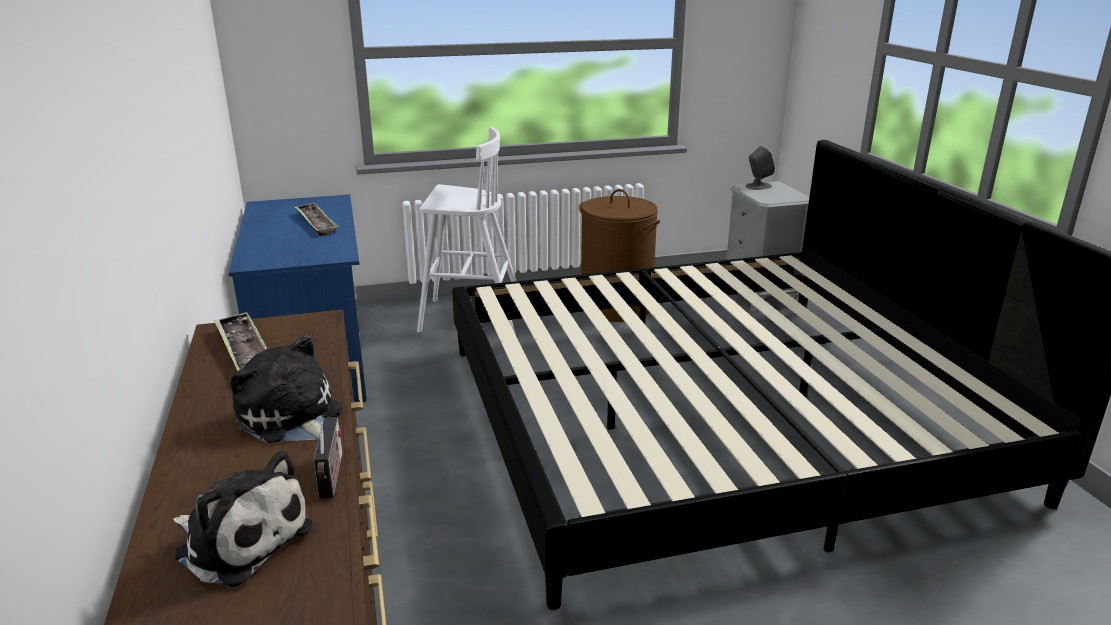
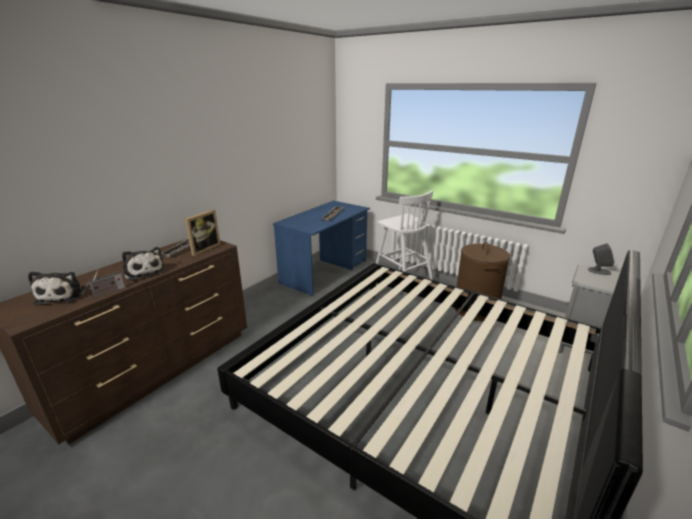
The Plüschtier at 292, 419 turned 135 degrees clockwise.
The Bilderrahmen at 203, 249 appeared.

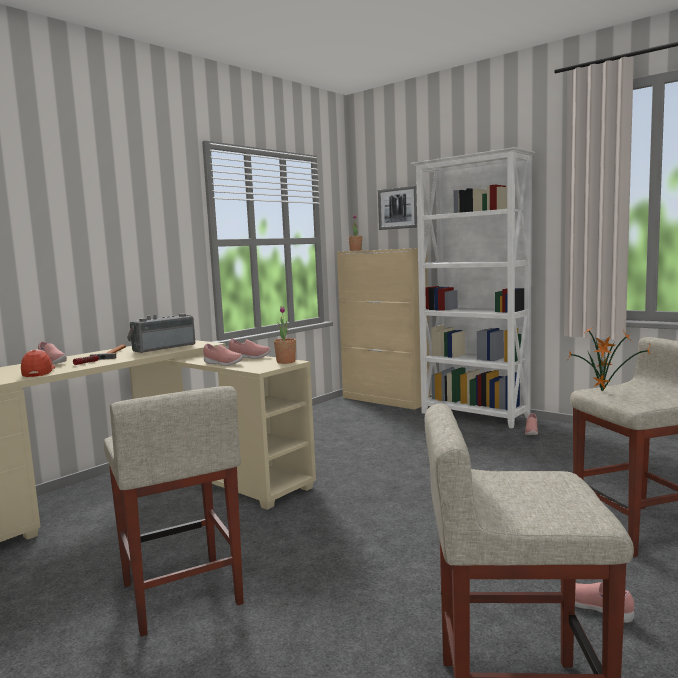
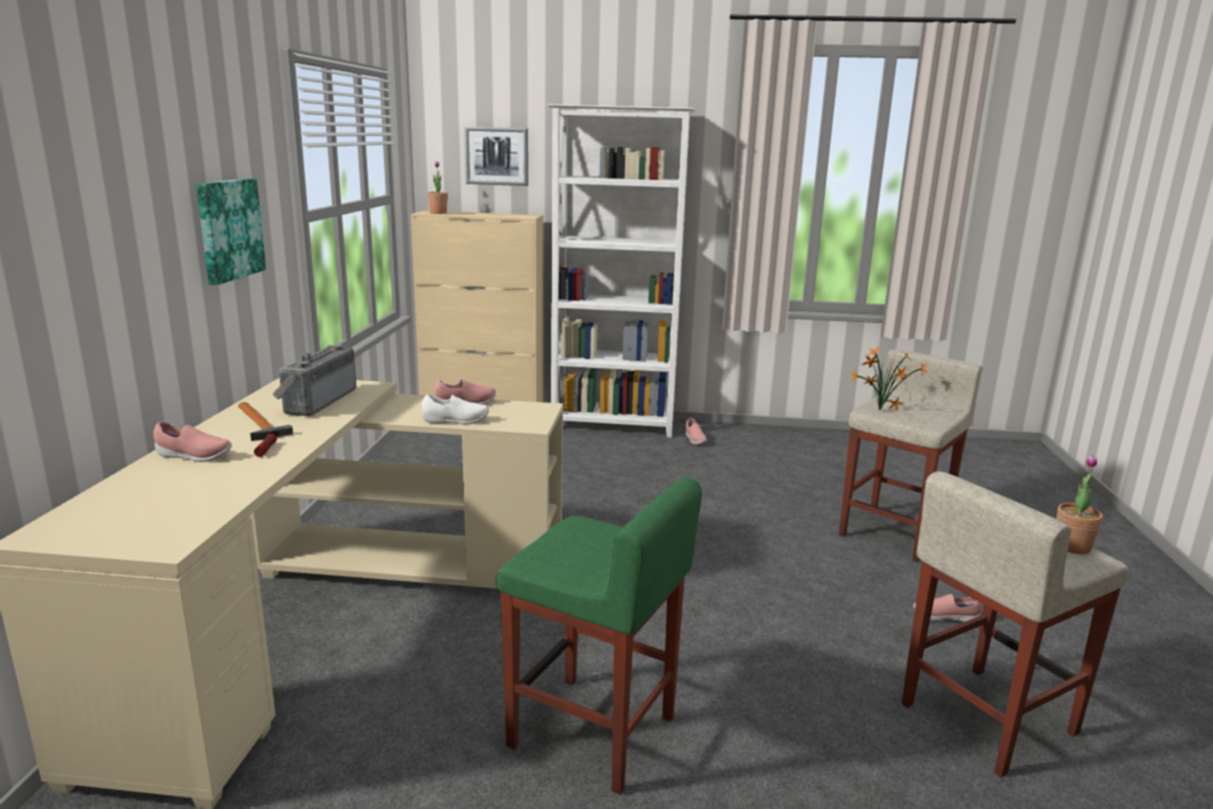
The Bild at 228, 229 appeared.
The Schuh [rosa] at 222, 364 became the Schuh [weiß] at 455, 421.
The Hocker [beige] at 181, 594 became the Hocker [grün] at 594, 733.
The Topfpflanze moved from 286, 362 to 1072, 547.
The Kappe at 38, 372 disappeared.

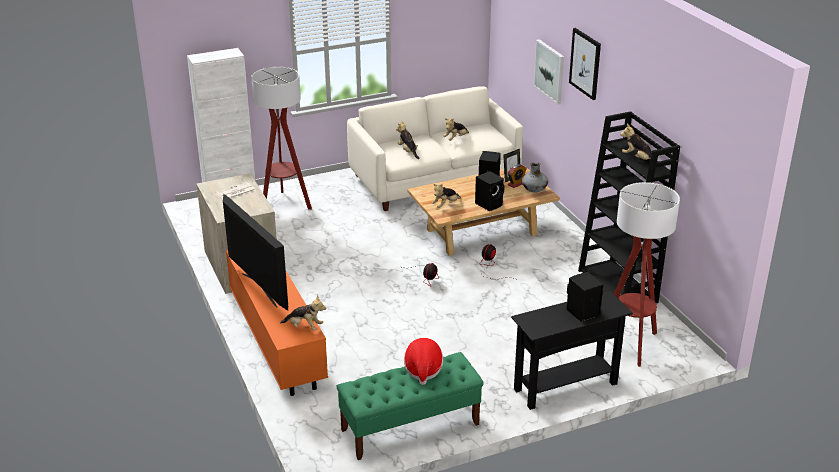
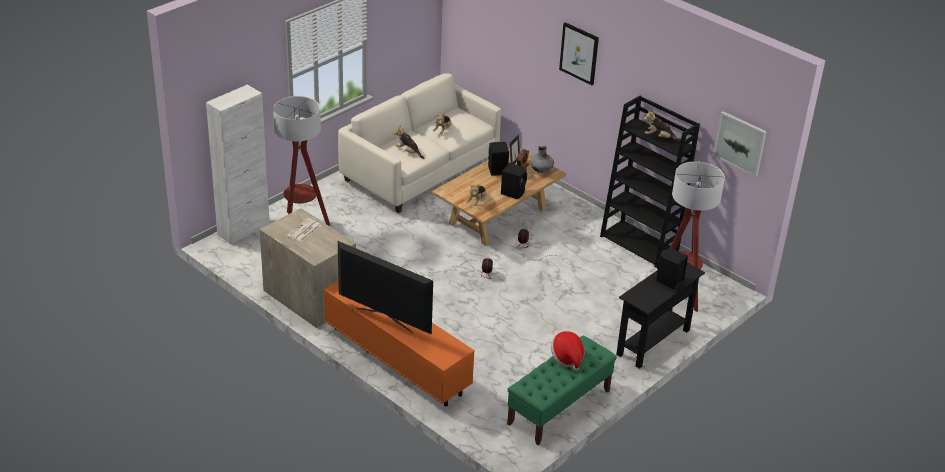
The Bild moved from 550, 71 to 740, 143.
The Plüschtier at 304, 327 disappeared.

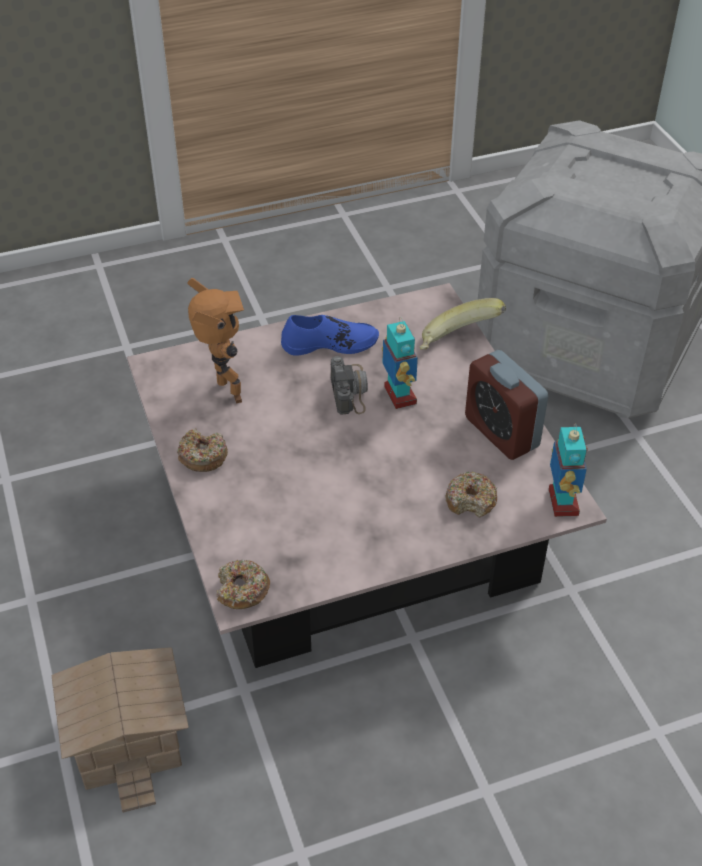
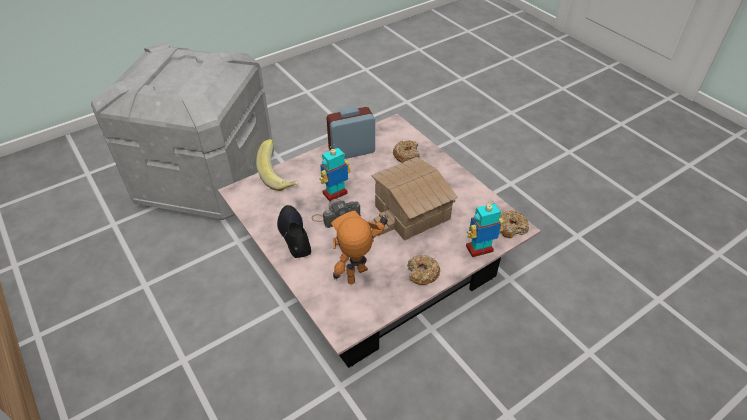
The Schuh [blau] at 330, 344 became the Schuh [schwarz] at 294, 235.
The Wecker at 501, 432 turned 150 degrees counterclockwise.
The Spielzeughaus moved from 124, 737 to 413, 213.
The Spielzeugroboter moved from 562, 502 to 479, 249.

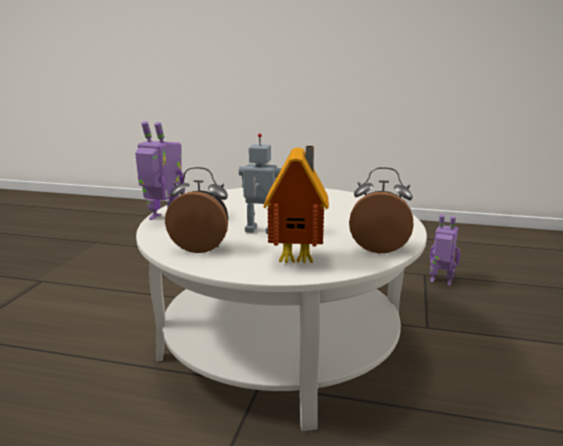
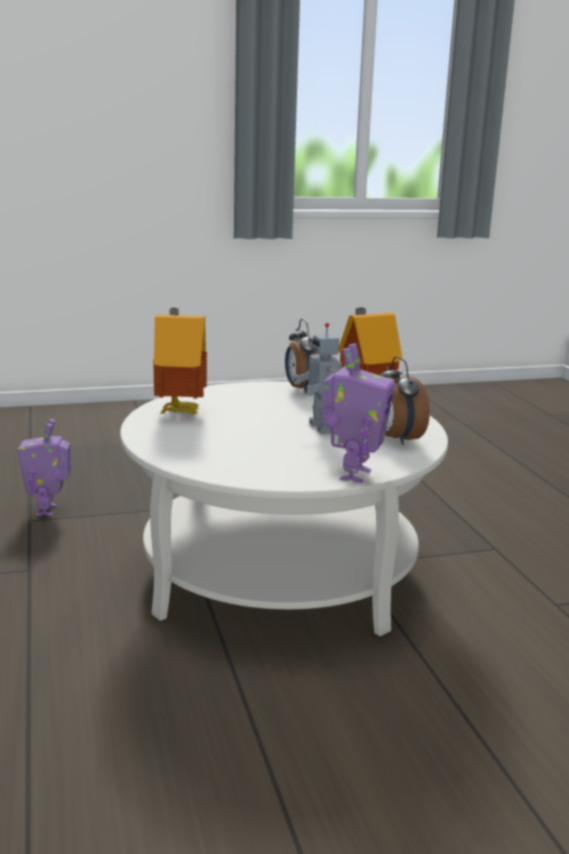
The Spielzeughaus at 180, 411 appeared.
The Spielzeugroboter at 163, 219 turned 150 degrees counterclockwise.

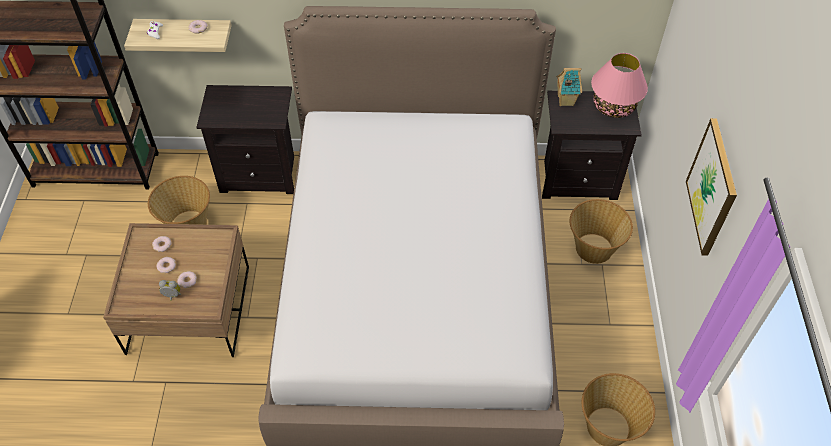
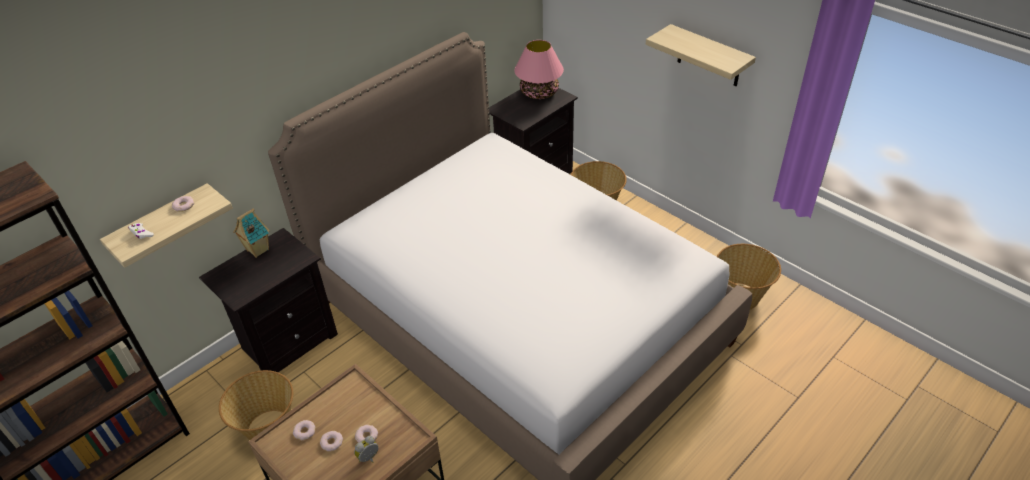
The Spielzeughaus moved from 565, 100 to 257, 250.
The Bild at 712, 187 was replaced by the Wandregal at 709, 56.

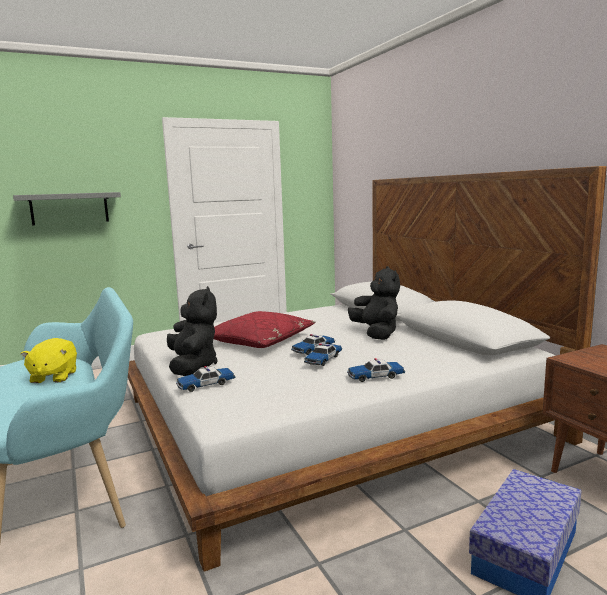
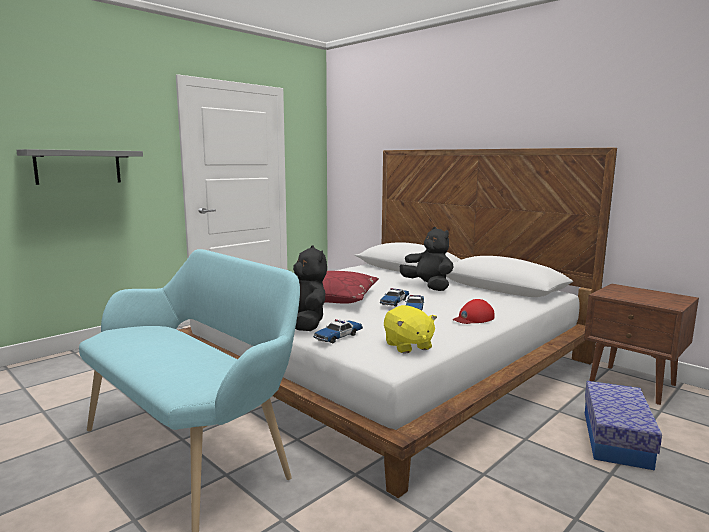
The Plüschtier [gelb] moved from 53, 377 to 407, 346.
The Spielzeugauto at 375, 376 was replaced by the Kappe [rot] at 473, 318.

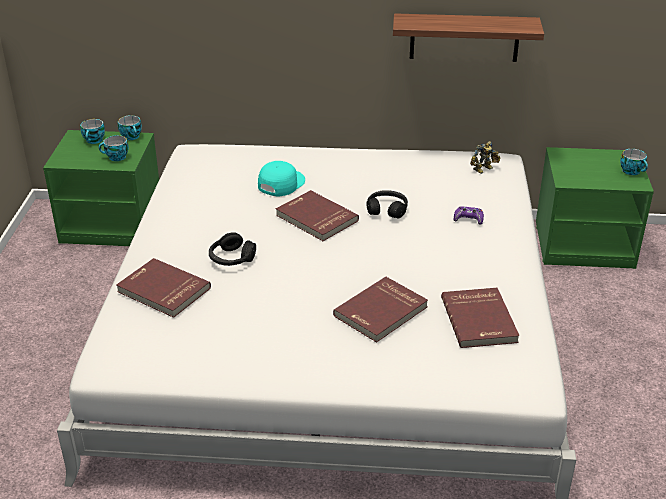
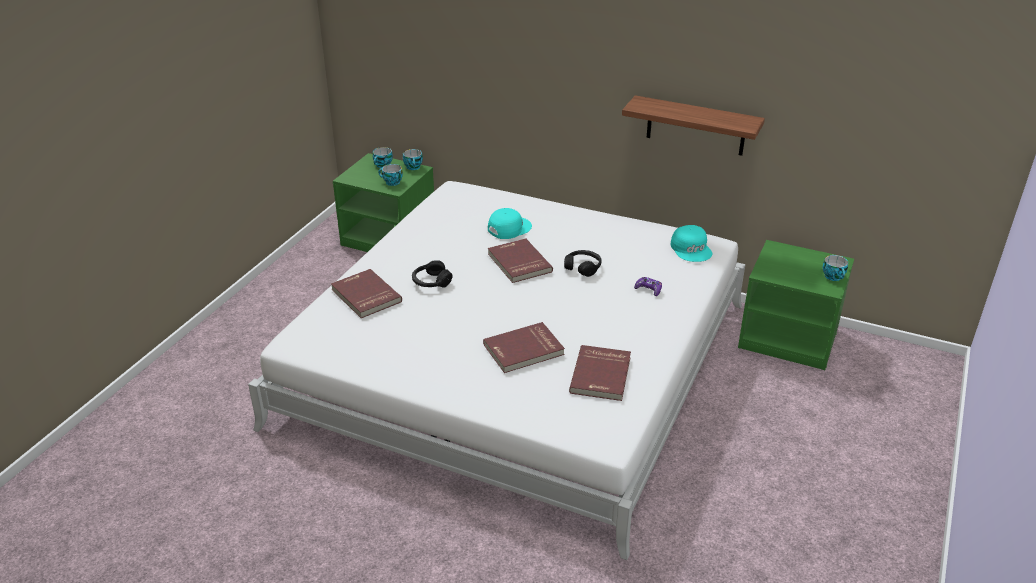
The Spielzeugroboter at 484, 169 was replaced by the Kappe [türkis] at 691, 249.

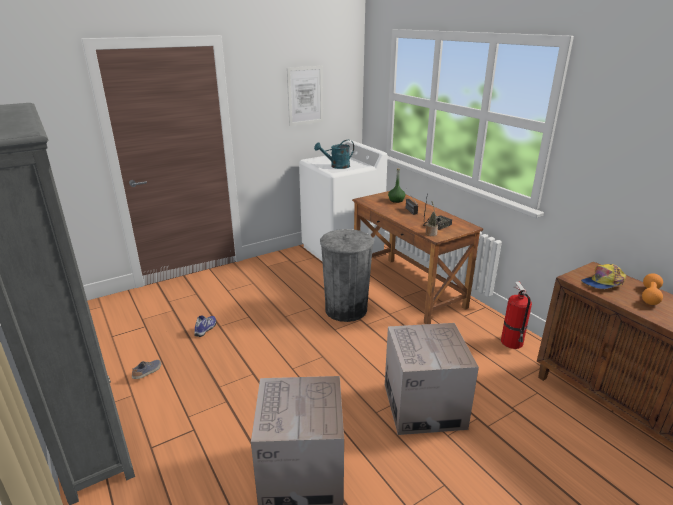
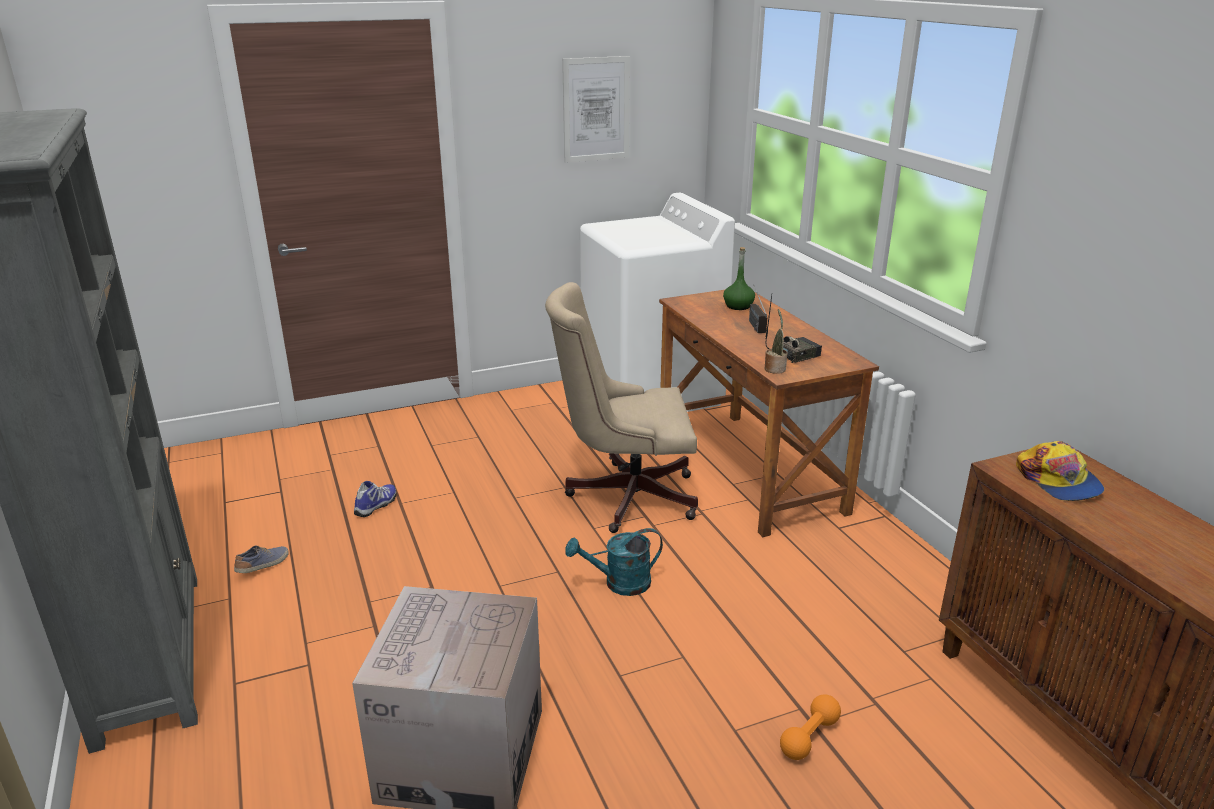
The Mülleimer [grau] at 346, 309 was replaced by the Bürostuhl [beige] at 624, 496.
The Gießkanne [türkis] moved from 336, 166 to 619, 584.
The Hantel [orange] moved from 650, 296 to 809, 737.
The Kappe at 602, 283 turned 90 degrees counterclockwise.
The Karton at 423, 406 disappeared.
The Feuerlöscher at 512, 342 disappeared.

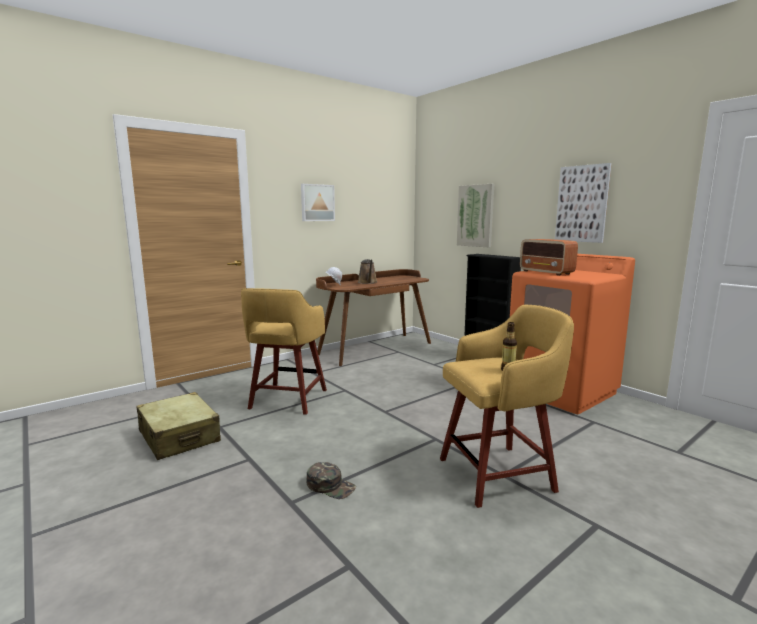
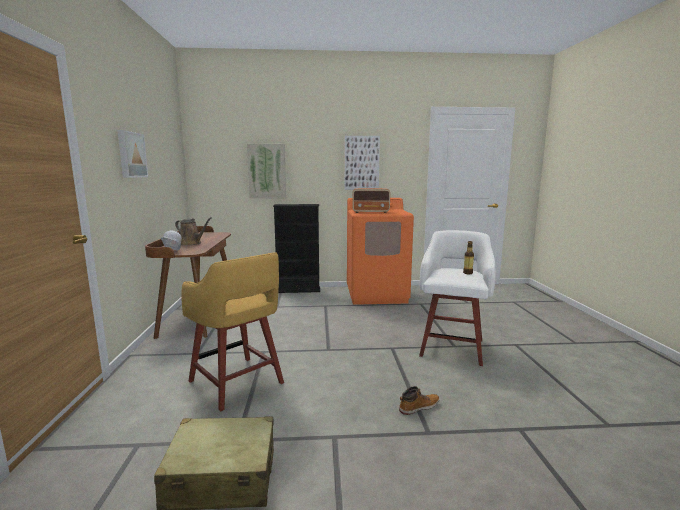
The Kappe [grün] at 331, 486 was replaced by the Stiefel at 418, 407.
The Hocker [gelb] at 499, 474 became the Hocker [weiß] at 452, 346.

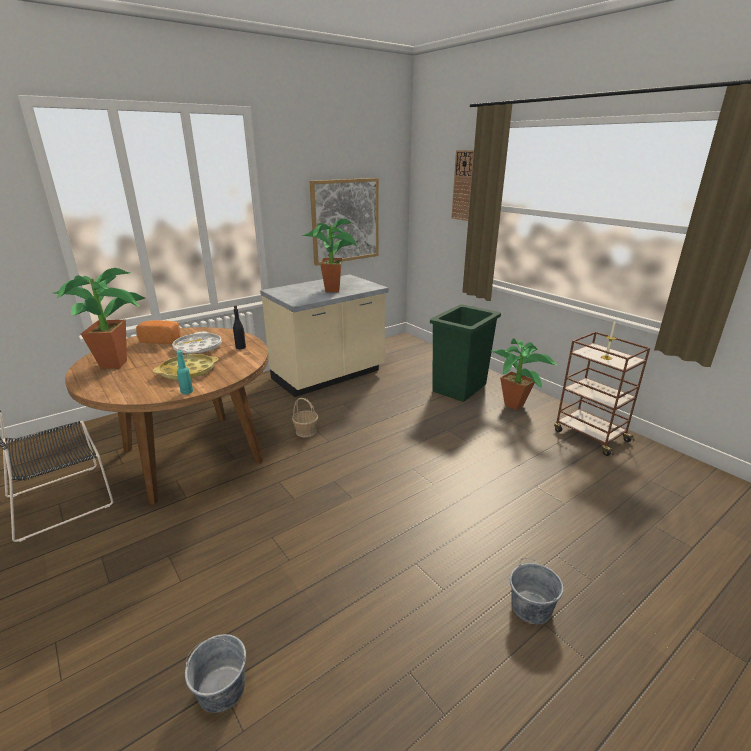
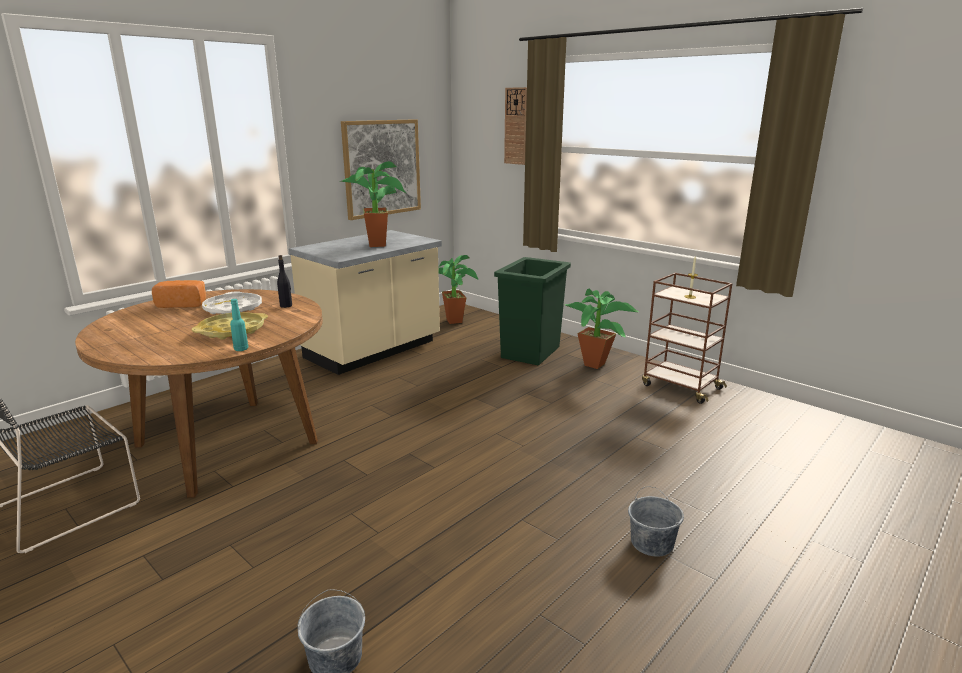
The Topfpflanze moved from 118, 362 to 455, 320.
The Korb at 306, 431 disappeared.

